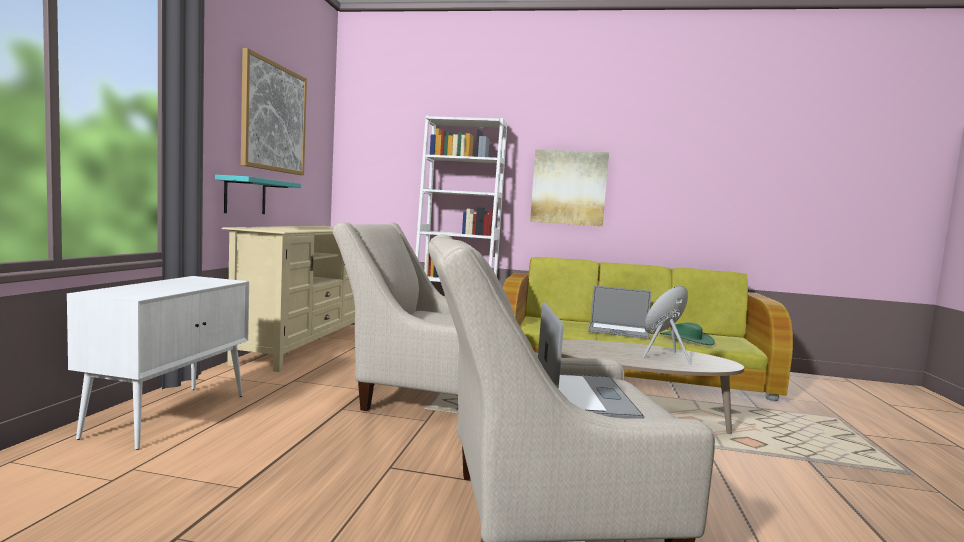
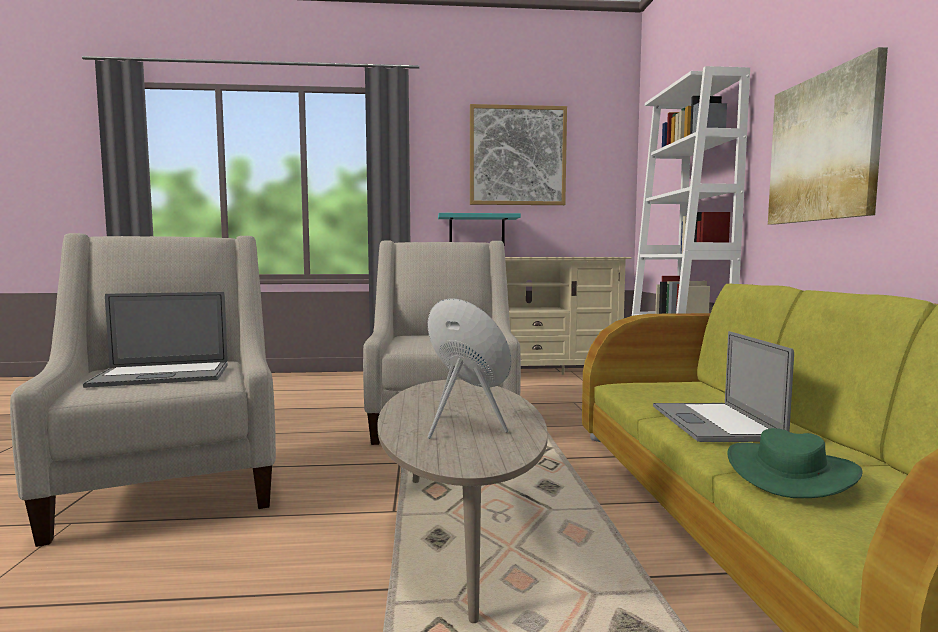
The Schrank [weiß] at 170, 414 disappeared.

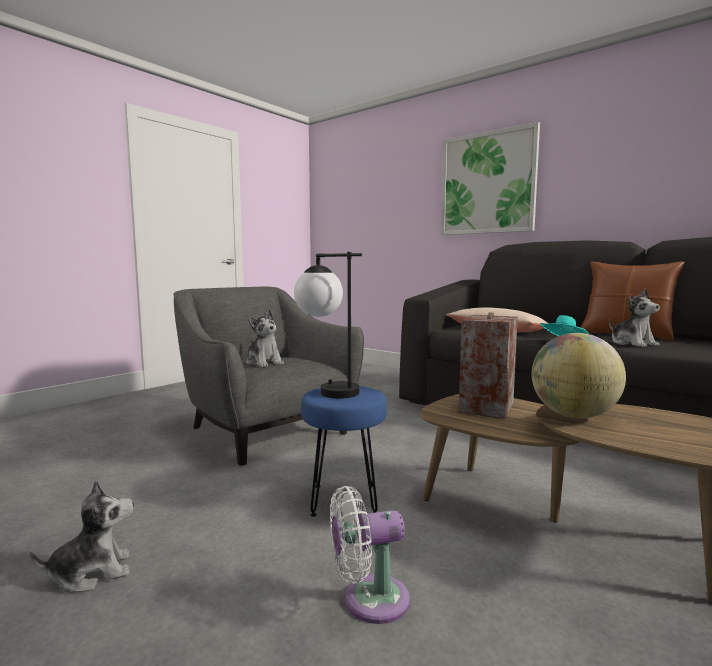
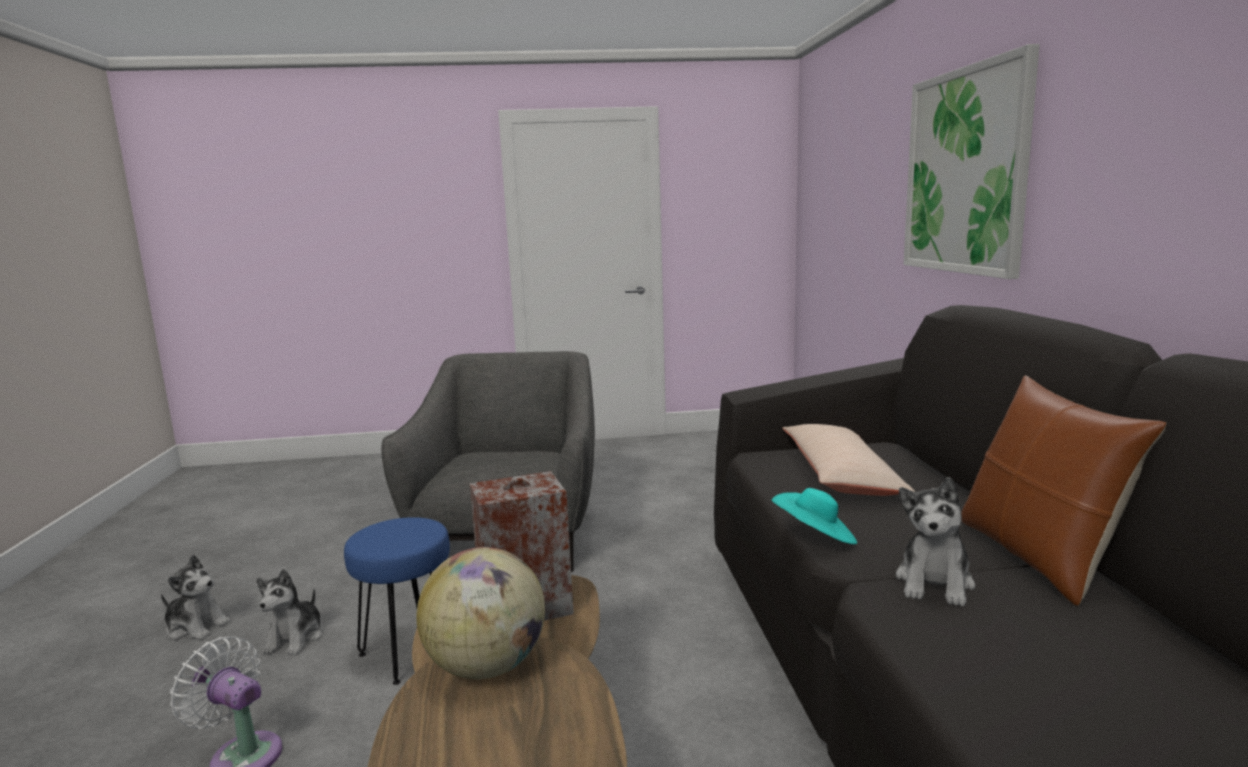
The Plüschtier moved from 264, 363 to 296, 638.
The Tischlampe at 327, 390 disappeared.

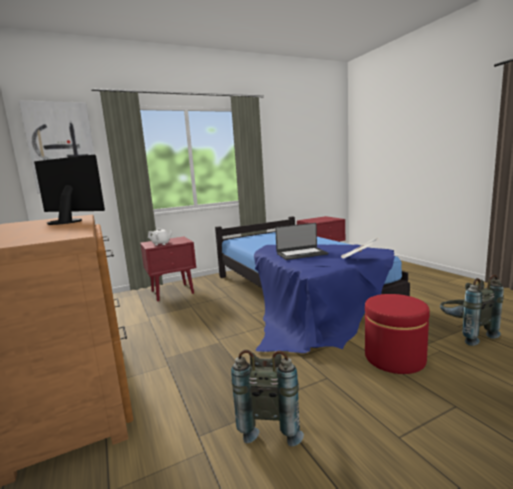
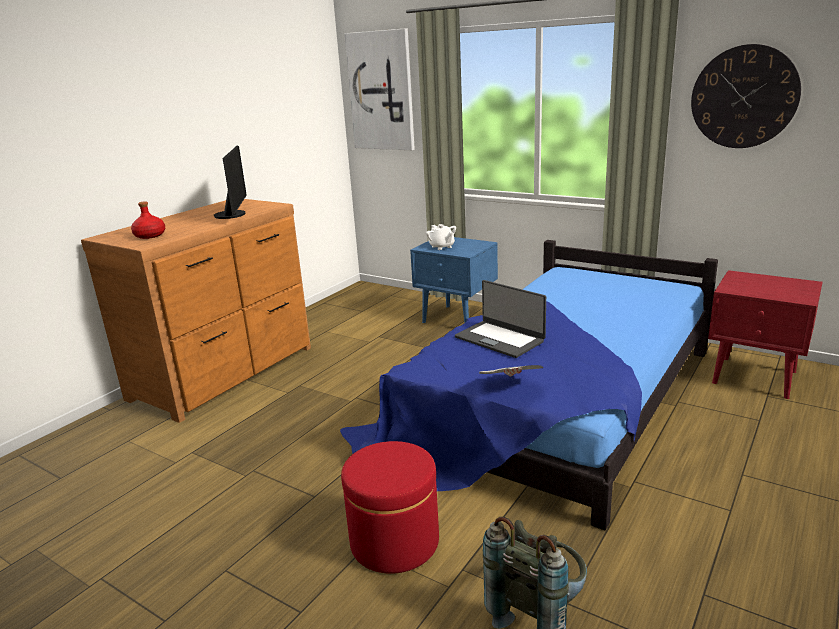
The Flasche [rot] at 150, 236 appeared.
The Nachttisch [rot] at 173, 292 became the Nachttisch [blau] at 457, 319.
The Wanduhr at 744, 97 appeared.
The Rucksack [grau] at 271, 423 disappeared.

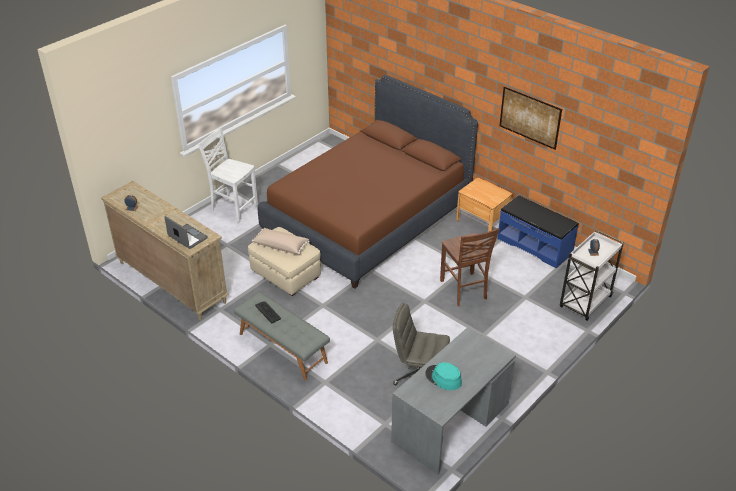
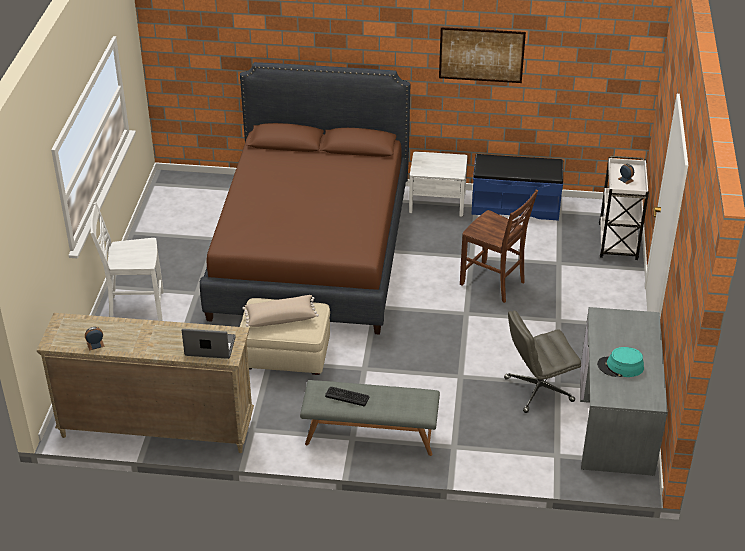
The Nachttisch [braun] at 482, 221 became the Nachttisch [weiß] at 437, 202.

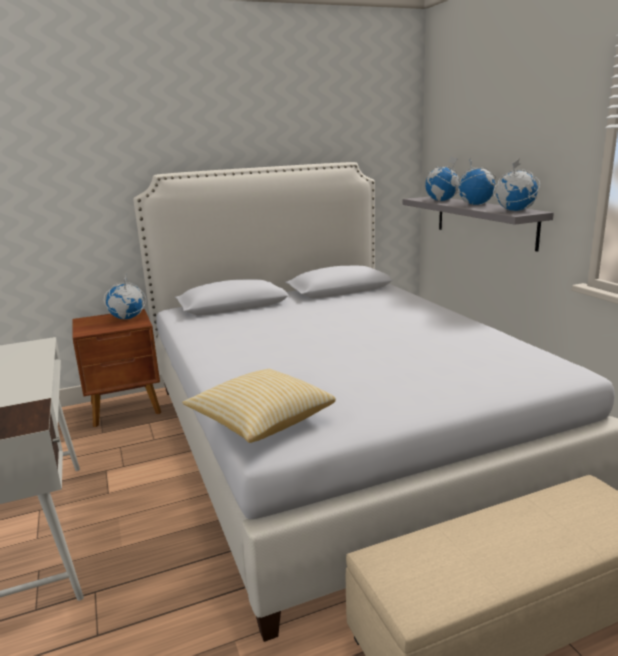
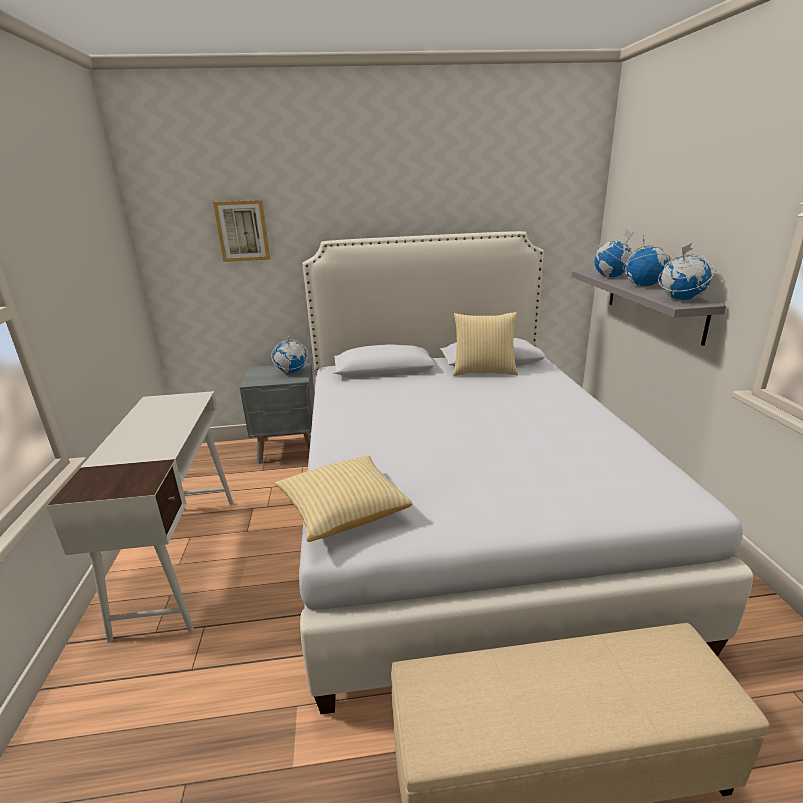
The Bild at 242, 231 appeared.
The Nachttisch [braun] at 126, 408 became the Nachttisch [grau] at 289, 449.
The Kissen at 484, 371 appeared.

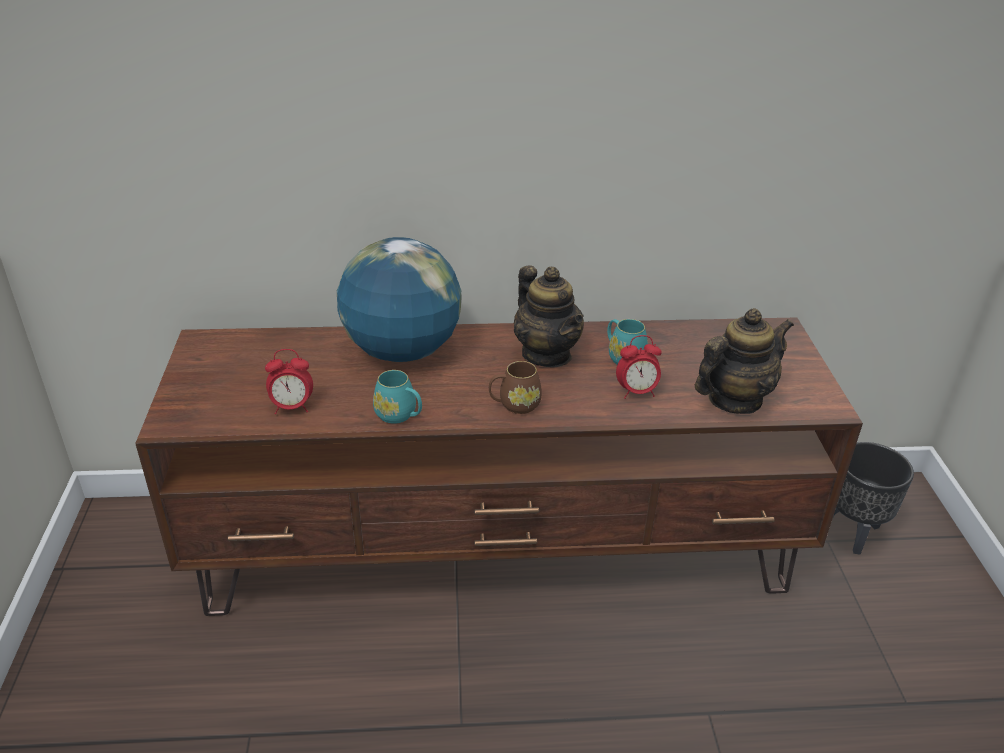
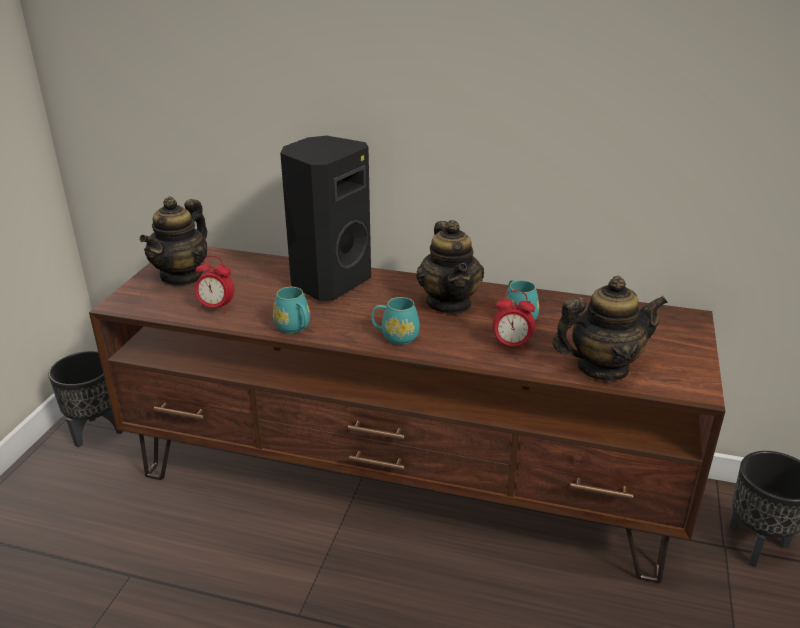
The Pflanzkübel [schwarz] at 96, 432 appeared.
The Teekanne at 182, 276 appeared.
The Globus at 402, 351 was replaced by the Lautsprecher [schwarz] at 328, 282.
The Henkelbecher [braun] at 514, 405 became the Henkelbecher [türkis] at 395, 336.

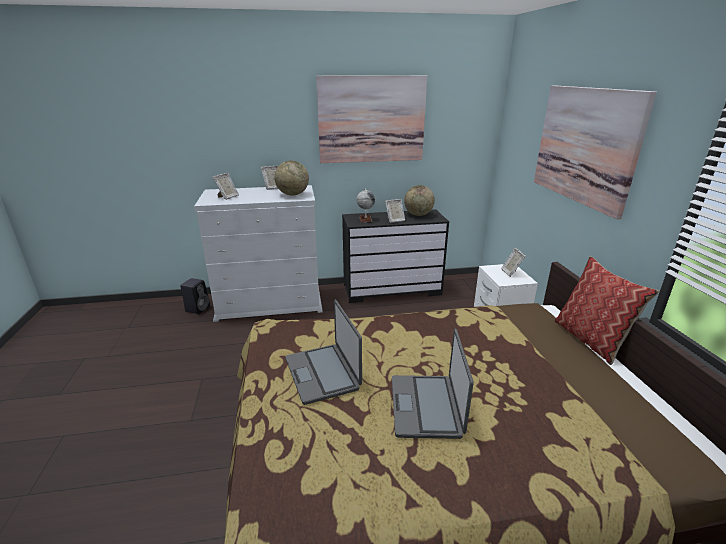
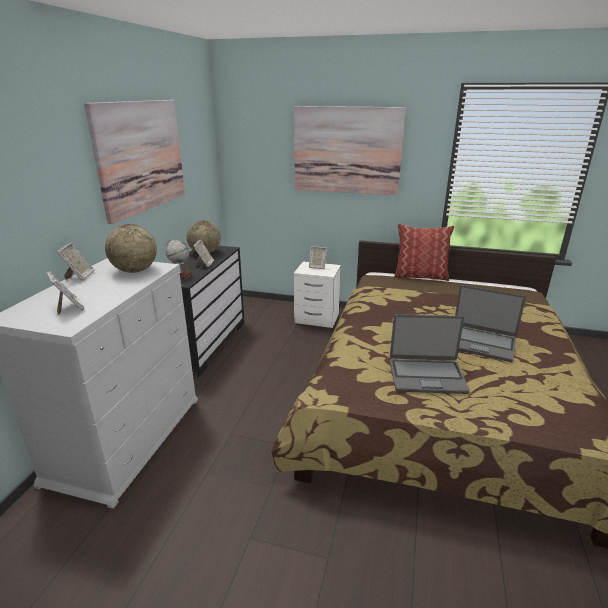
The Lautsprecher [schwarz] at 198, 308 disappeared.

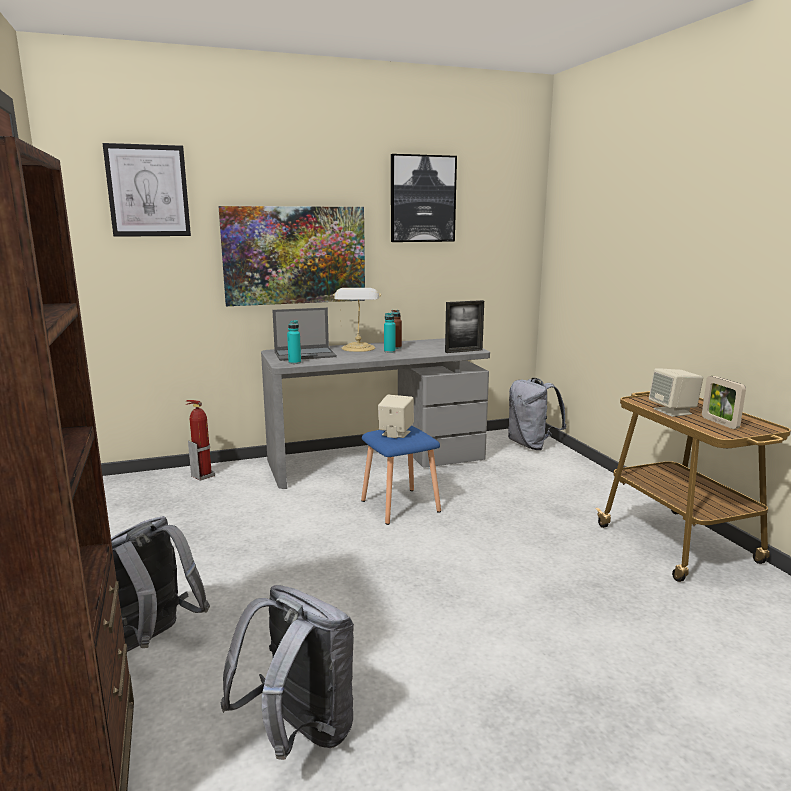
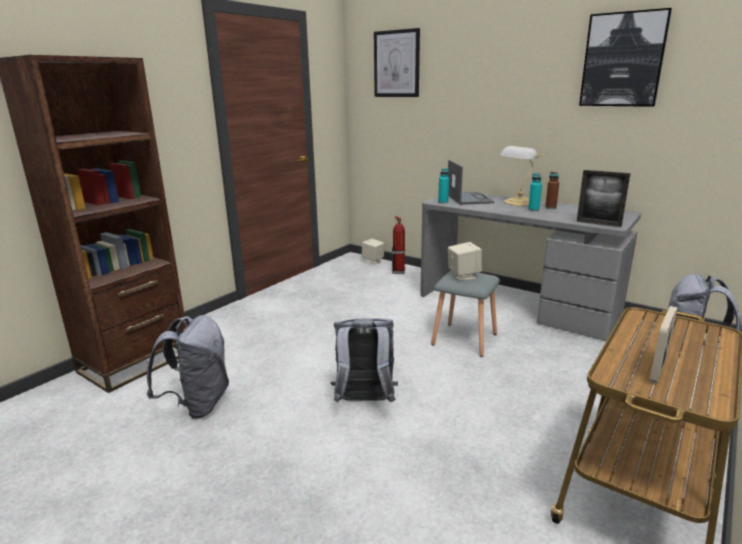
The Rucksack [grau] moved from 151, 641 to 364, 402.
The Lautsprecher [beige] moved from 673, 411 to 373, 261.
The Hocker [blau] at 399, 506 became the Hocker [grau] at 463, 339.
The Laptop at 305, 354 turned 135 degrees counterclockwise.
The Bild at 295, 255 disappeared.

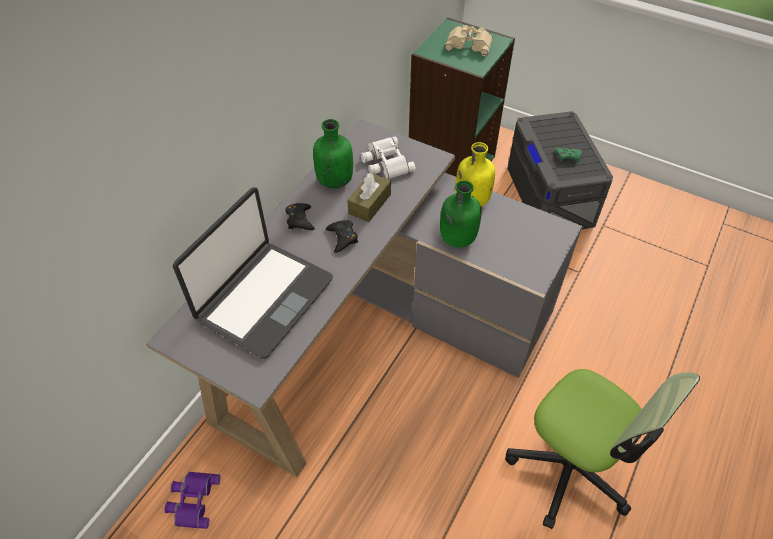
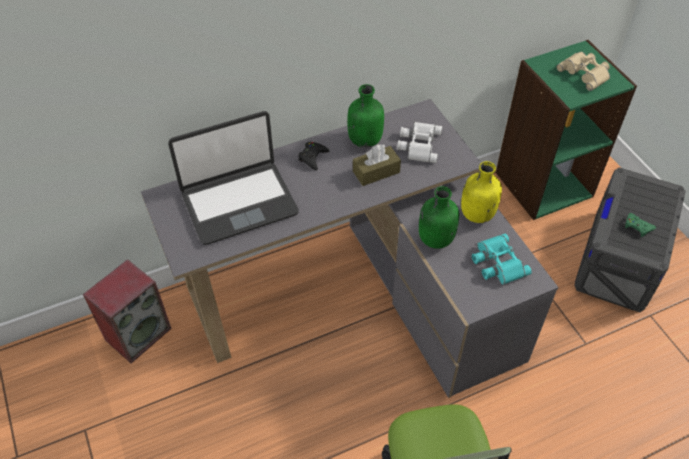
The Fernglas [lila] at 192, 500 was replaced by the Lautsprecher at 138, 333.
The Fernglas [türkis] at 497, 263 appeared.
The Gamepad [schwarz] at 342, 238 disappeared.

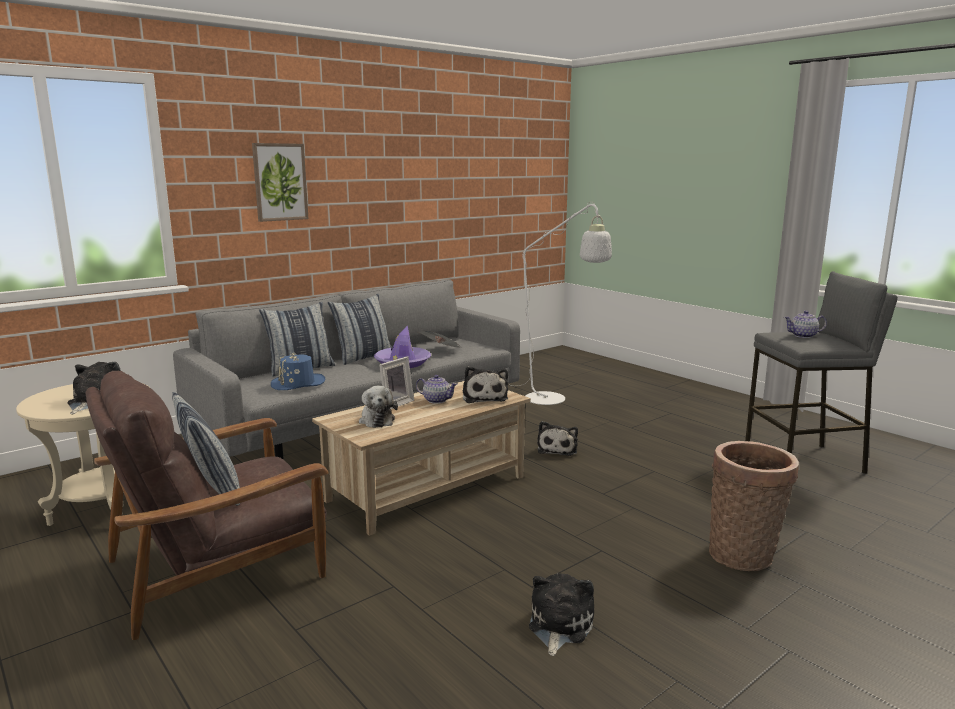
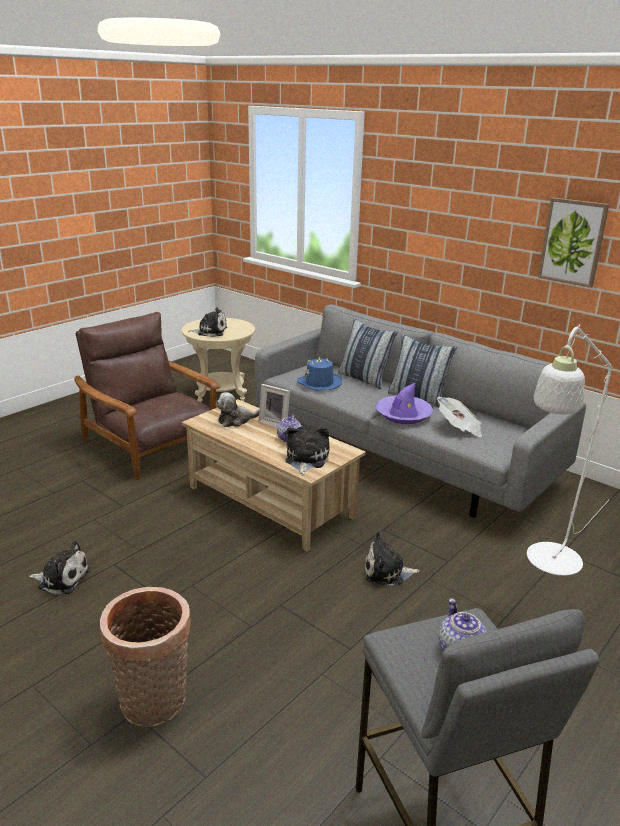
The Plüschtier at 484, 397 turned 120 degrees clockwise.
The Bild moved from 280, 182 to 572, 242.
The Kissen at 212, 490 disappeared.

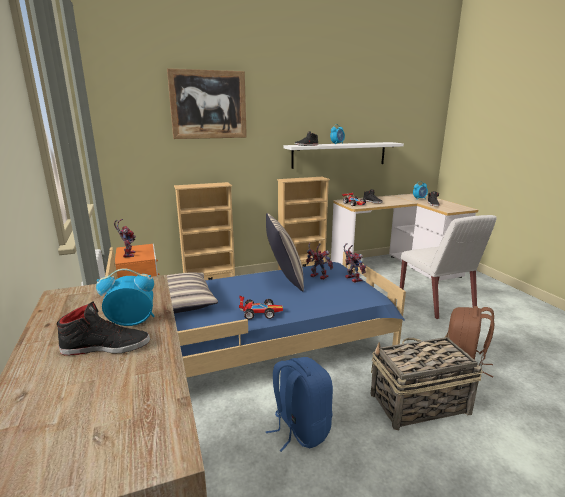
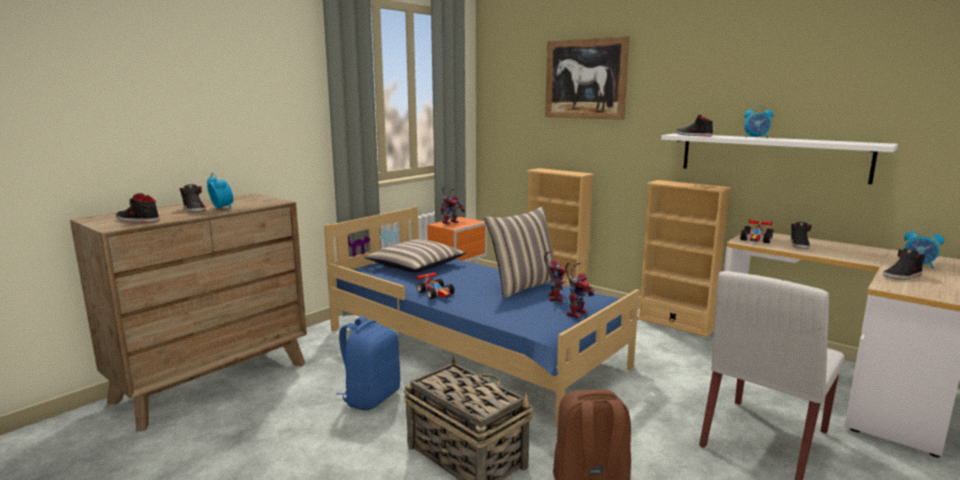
The Schuh [schwarz] at 137, 220 appeared.

